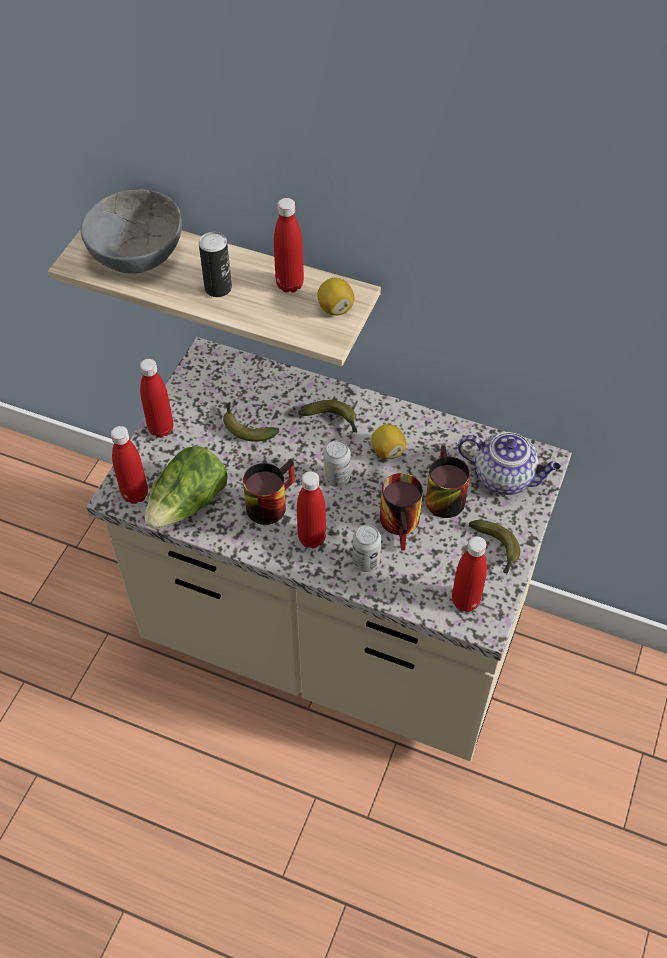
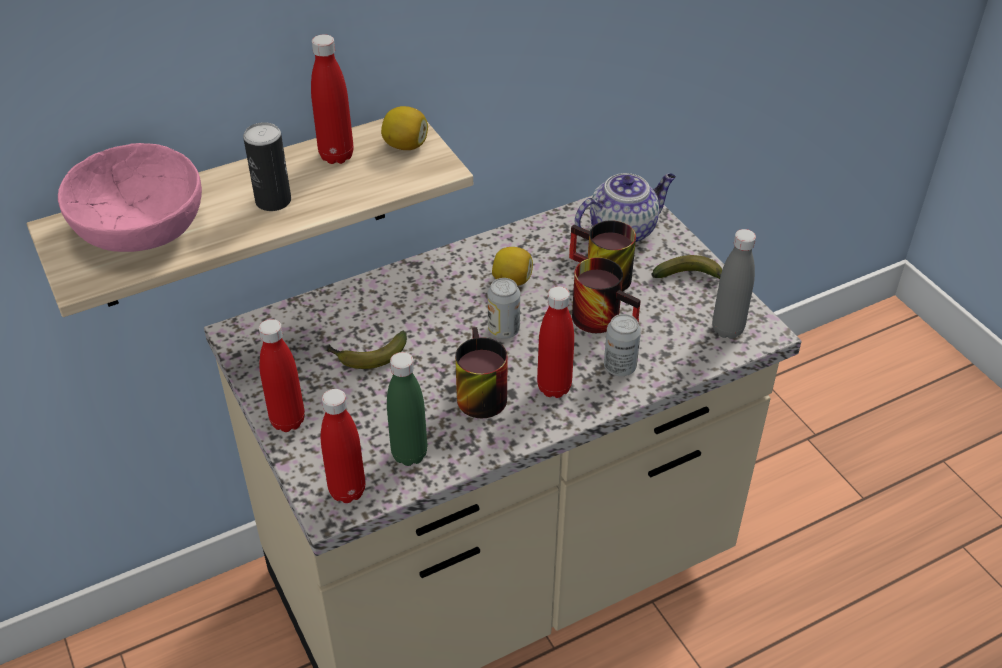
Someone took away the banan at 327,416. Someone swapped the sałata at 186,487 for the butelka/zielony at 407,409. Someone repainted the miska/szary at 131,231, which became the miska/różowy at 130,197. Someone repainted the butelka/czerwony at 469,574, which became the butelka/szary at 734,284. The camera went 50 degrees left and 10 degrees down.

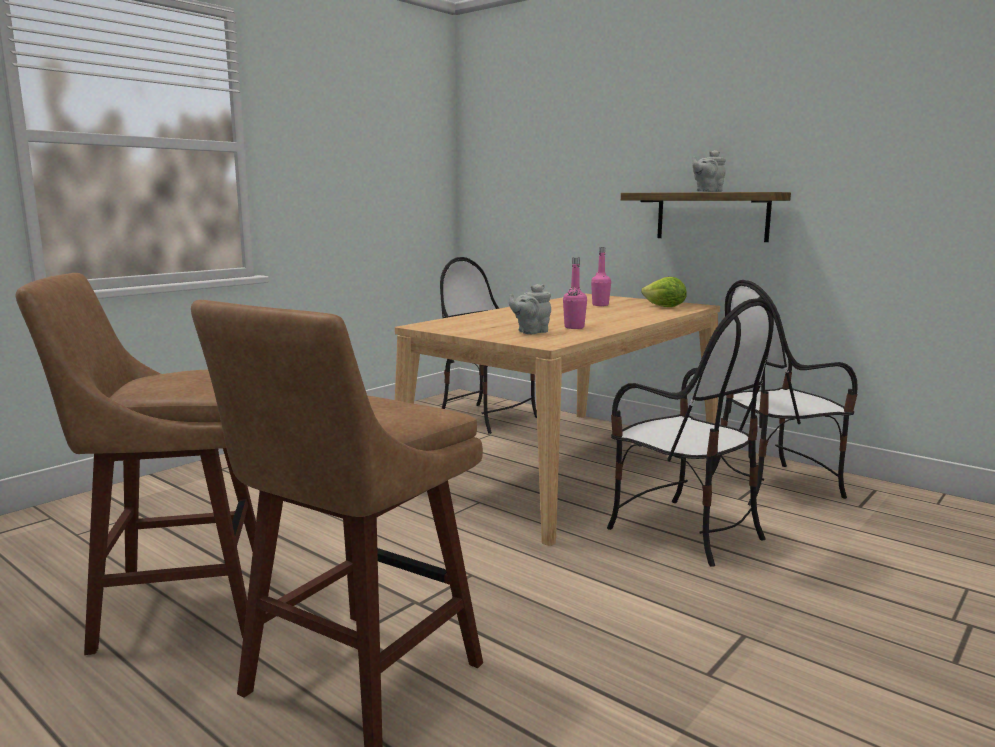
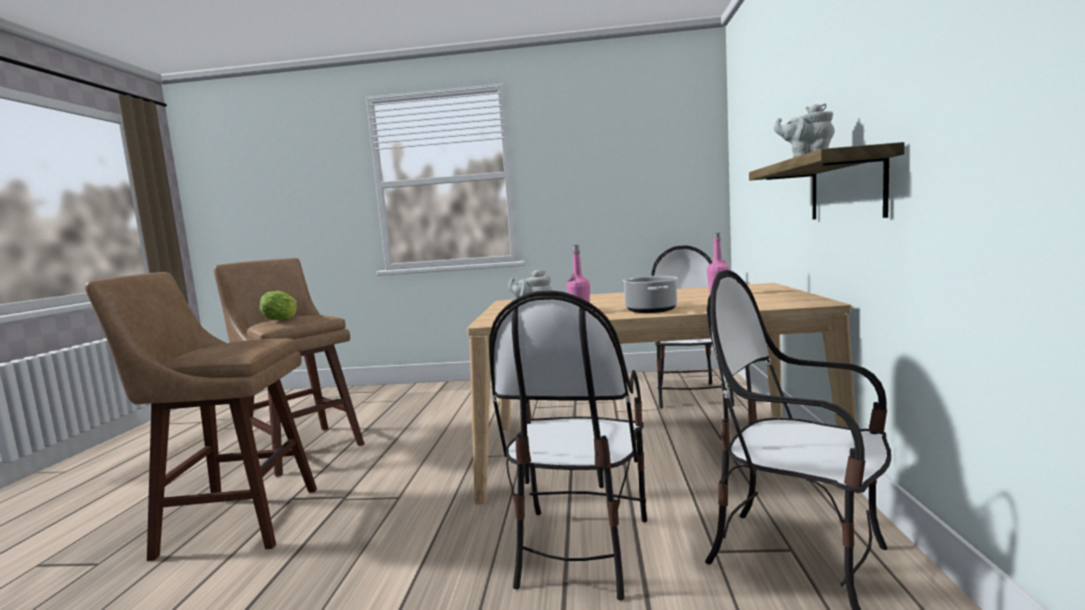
Someone put down the garnek at 650,294. Someone carried the sałata from 664,292 to 278,305. The camera went 55 degrees right and 5 degrees down.

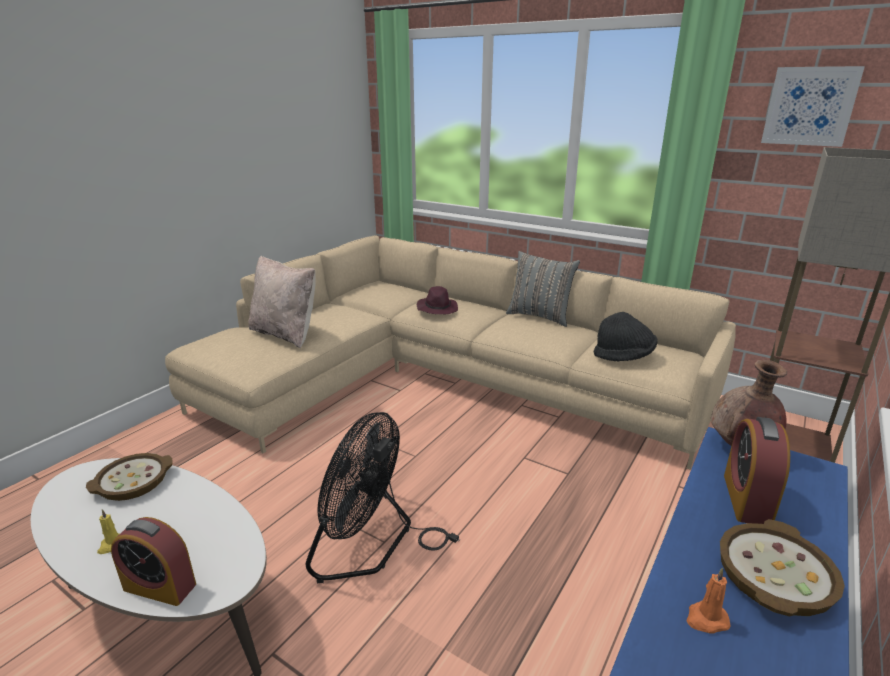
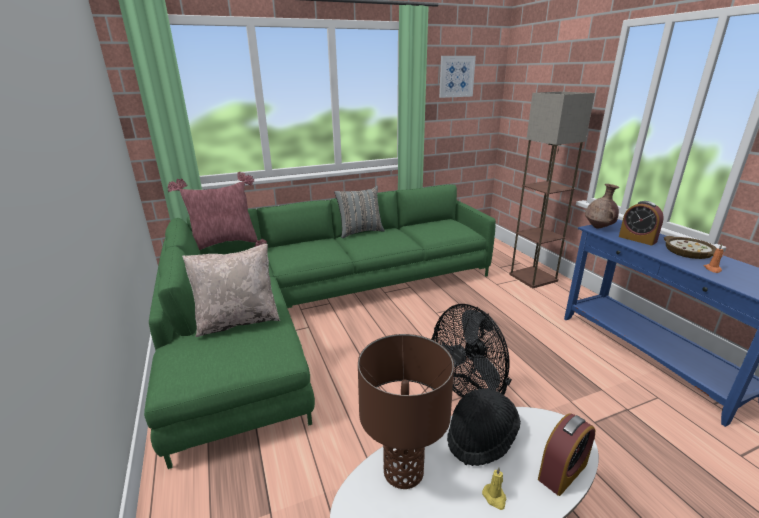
Someone took away the kapelusz/fioletowy at 437,300. Someone put down the poduszka/czerwony at 217,211. Someone carried the kapelusz/czarny from 626,337 to 484,427. Someone swapped the miska at 129,477 for the lampa stołowa/brązowy at 406,411. Someone repainted the kanapa/beżowy at 450,353, which became the kanapa/zielony at 320,326. The camera went 55 degrees left and 0 degrees up.

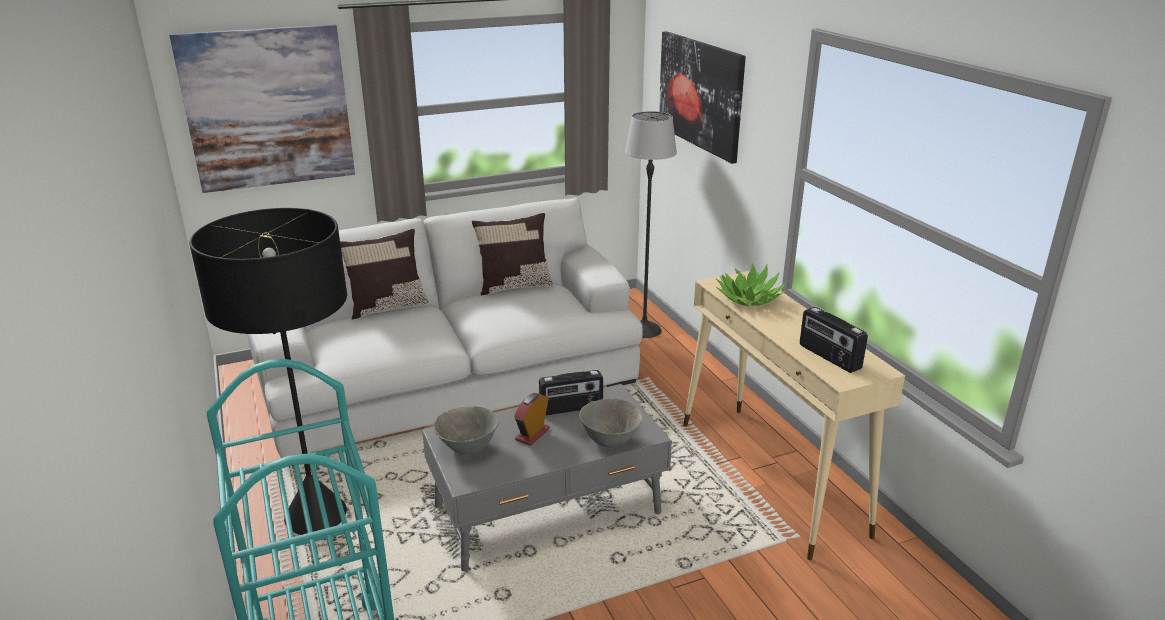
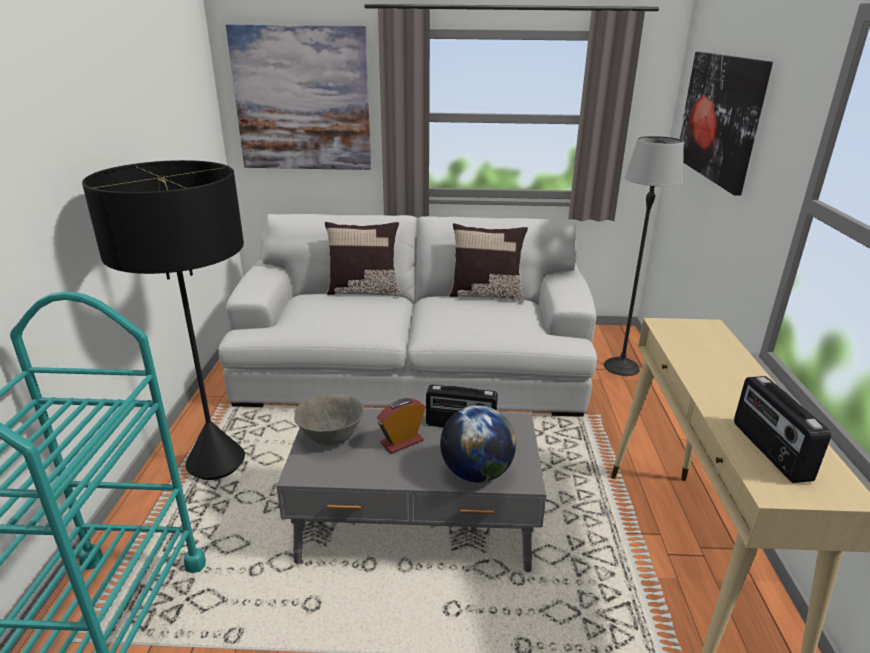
Someone took away the roślina doniczkowa at 751,284. Someone swapped the miska/szary at 610,423 for the globus at 478,444. The camera went 25 degrees right and 0 degrees up.

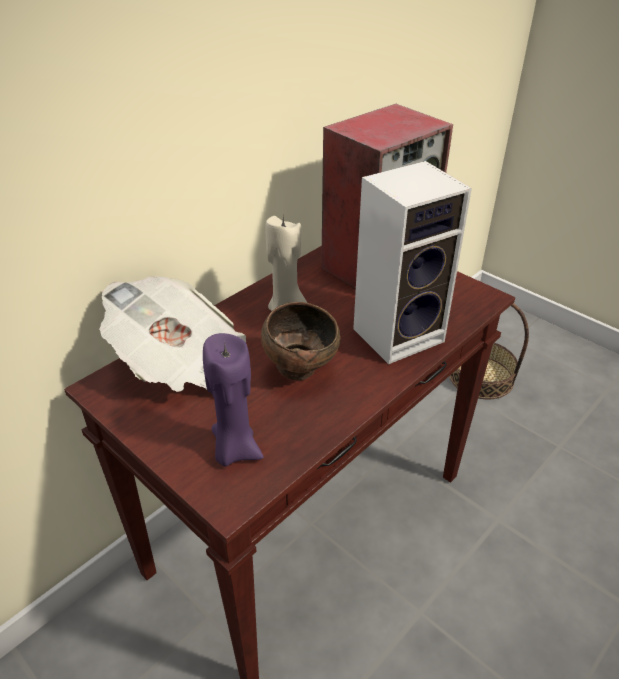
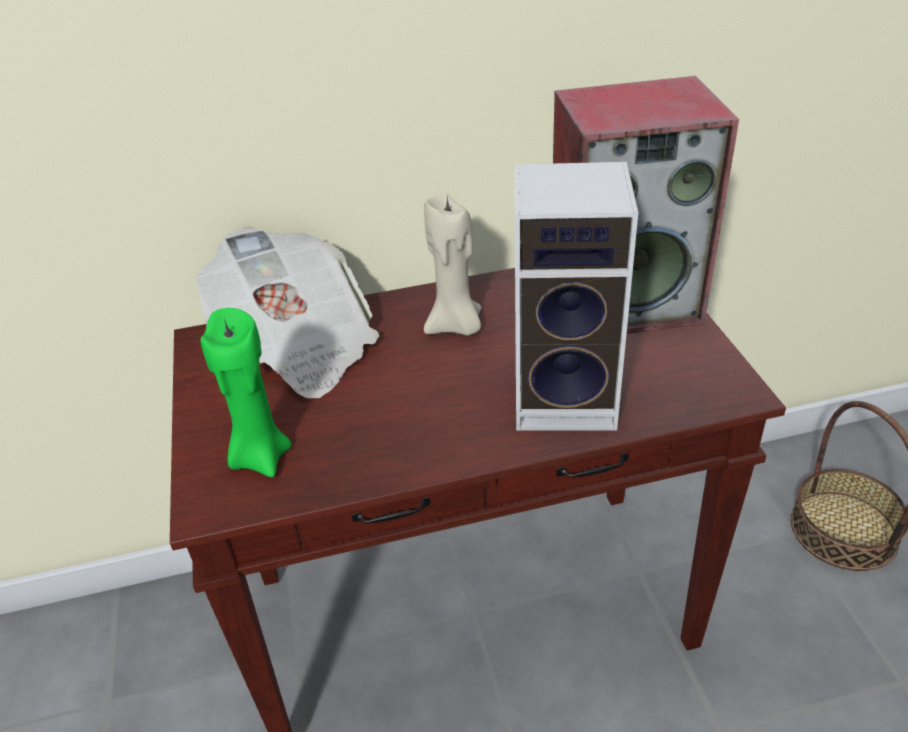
Someone took away the miska/brązowy at 301,341. Someone repainted the świeca/fioletowy at 233,399, which became the świeca/zielony at 246,392. The camera went 35 degrees right and 0 degrees up.

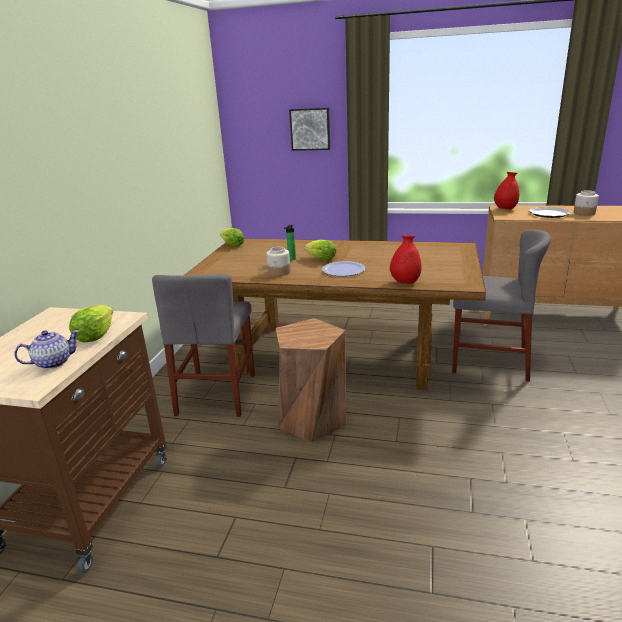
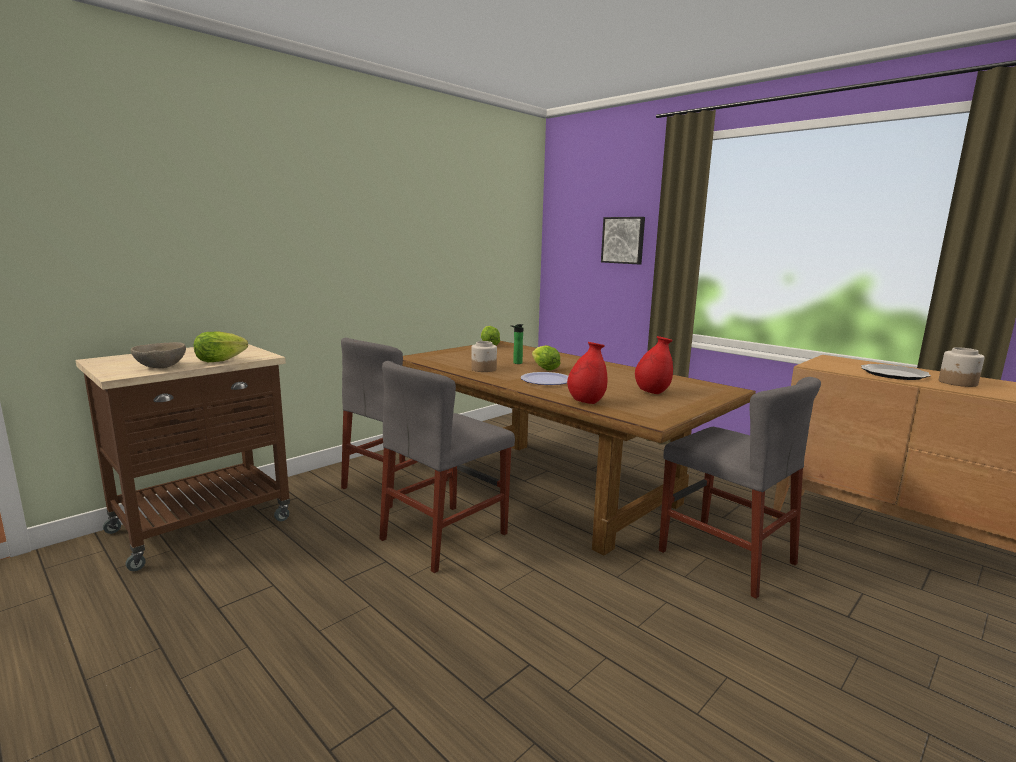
Someone carried the wazon/czerwony from 506,191 to 654,365. Someone swapped the imbryk at 47,349 for the miska/beżowy at 158,355. Someone swapped the stołek/brązowy at 311,380 for the krzesło/szary at 447,467. The camera went 30 degrees right and 10 degrees down.

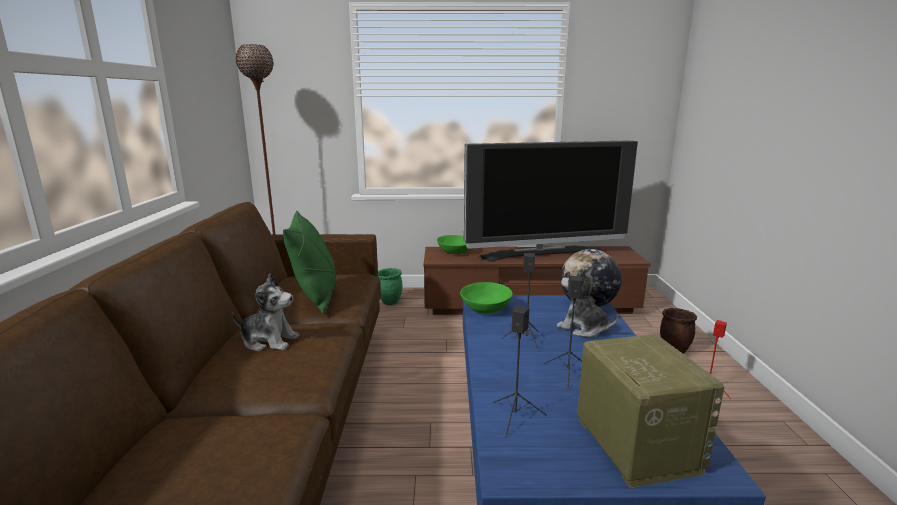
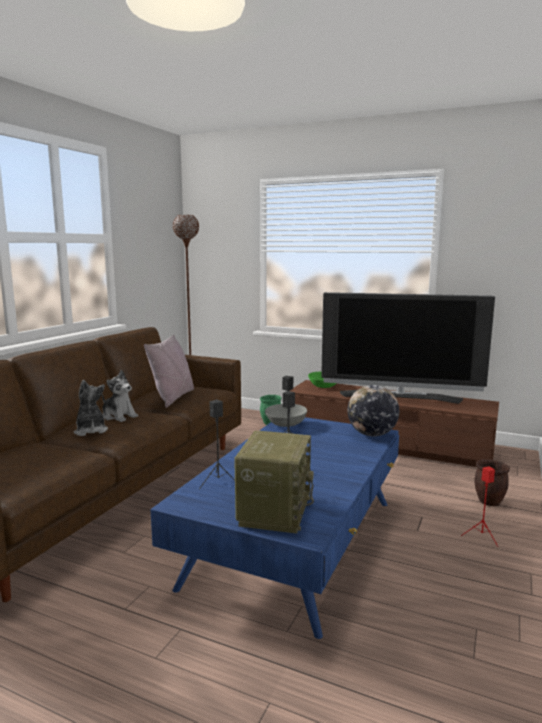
Someone carried the pluszak from 588,303 to 91,408. Someone repainted the poduszka/zielony at 309,262, which became the poduszka/fioletowy at 169,371. Someone repainted the miska/zielony at 486,298, which became the miska/szary at 286,415. The camera went 25 degrees right and 5 degrees down.

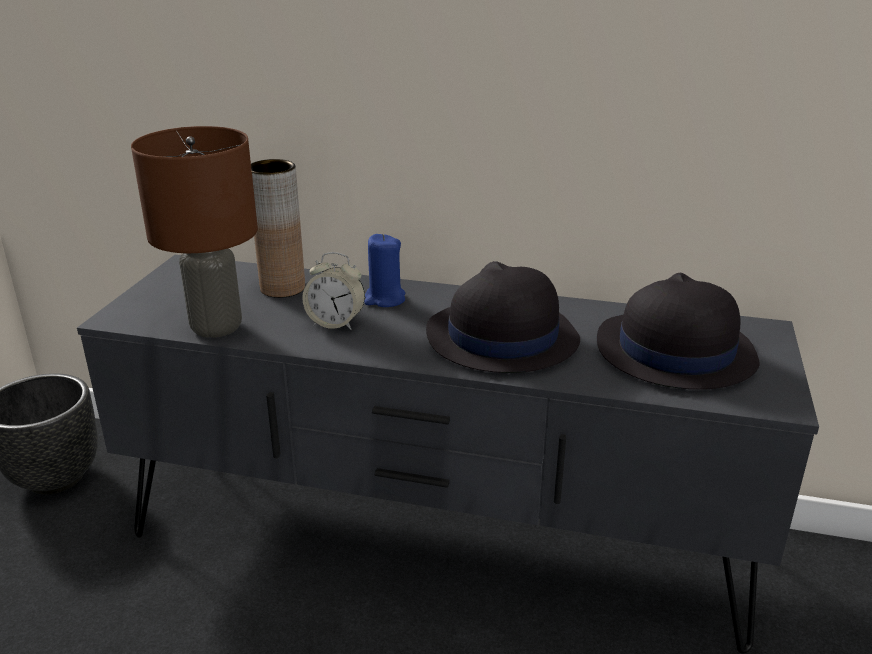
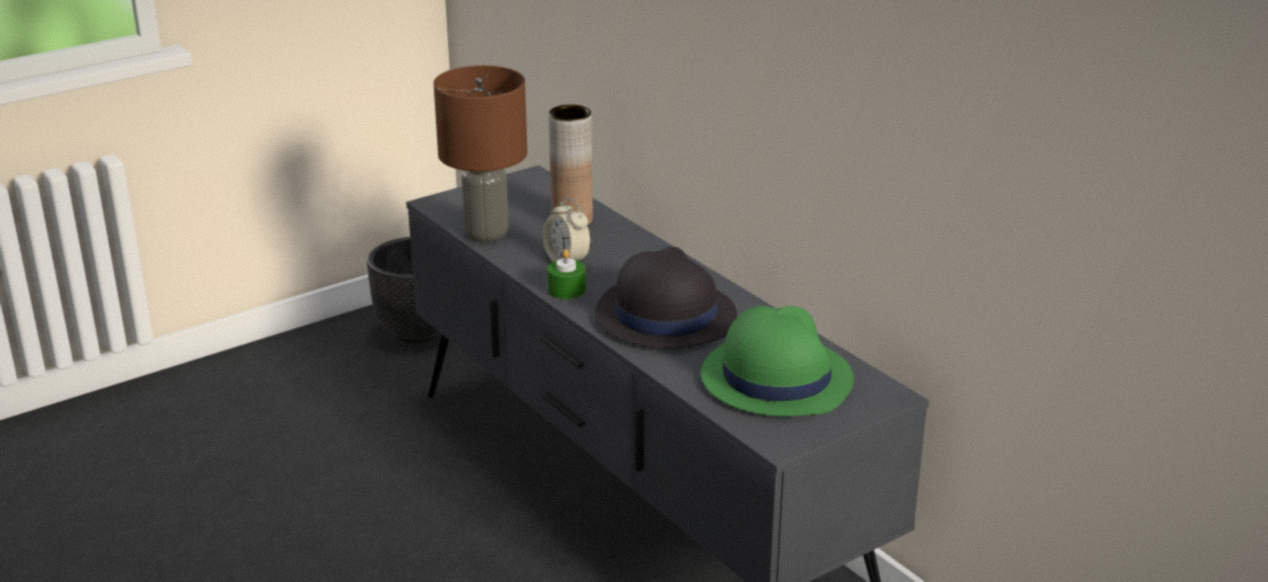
Someone took away the świeca/niebieski at 384,270. Someone put down the świeca/zielony at 566,274. Someone repainted the kapelusz/czarny at 678,331, which became the kapelusz/zielony at 777,361. The camera went 40 degrees right and 0 degrees up.

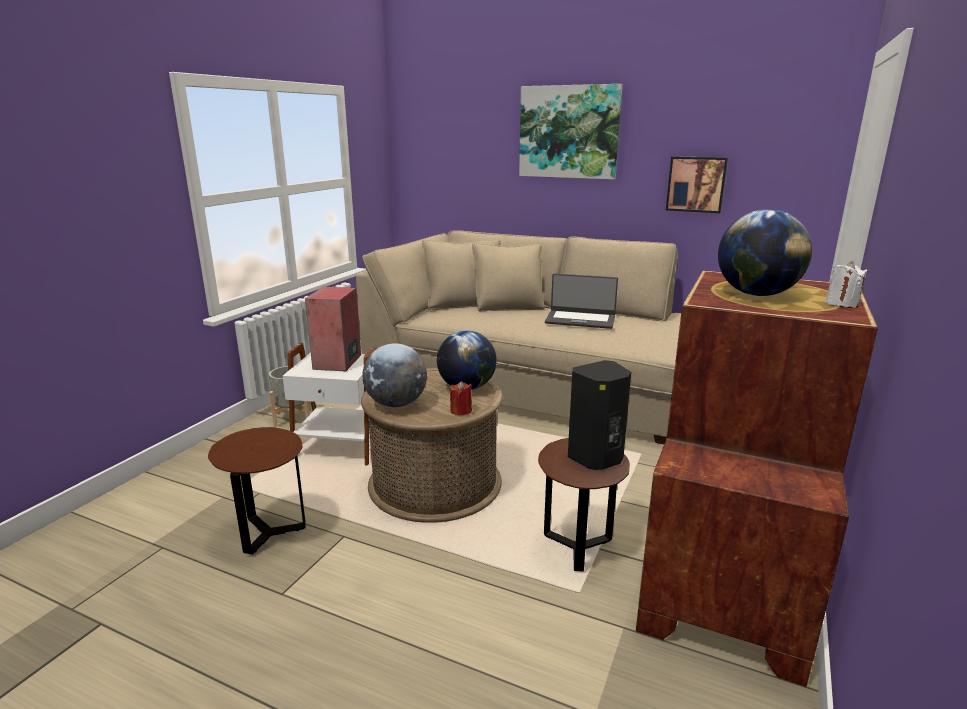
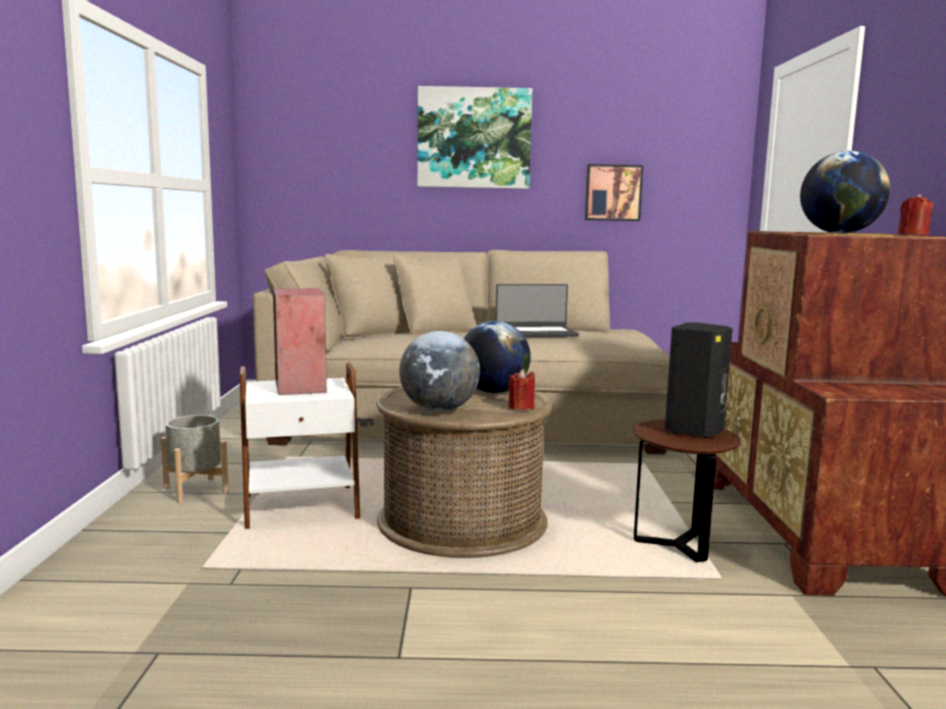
Someone took away the stolik/brązowy at 257,491. Someone repainted the świeca/biały at 846,284, which became the świeca/czerwony at 916,215. The camera went 25 degrees left and 10 degrees down.

